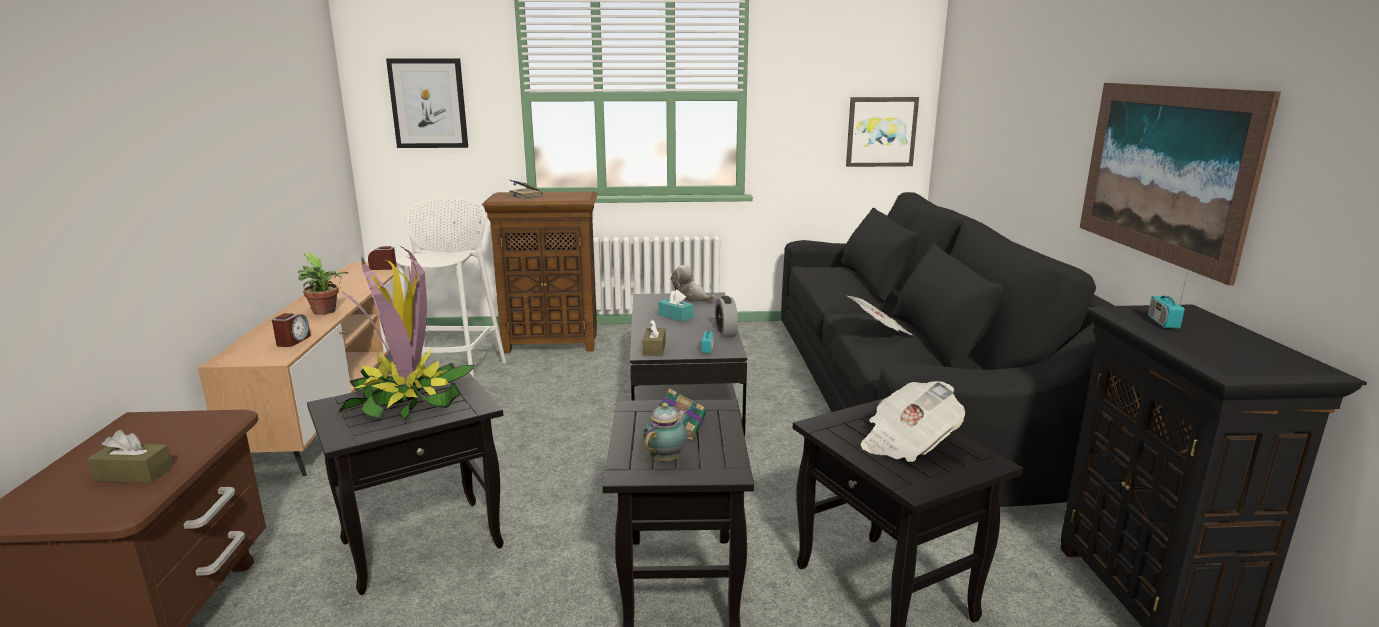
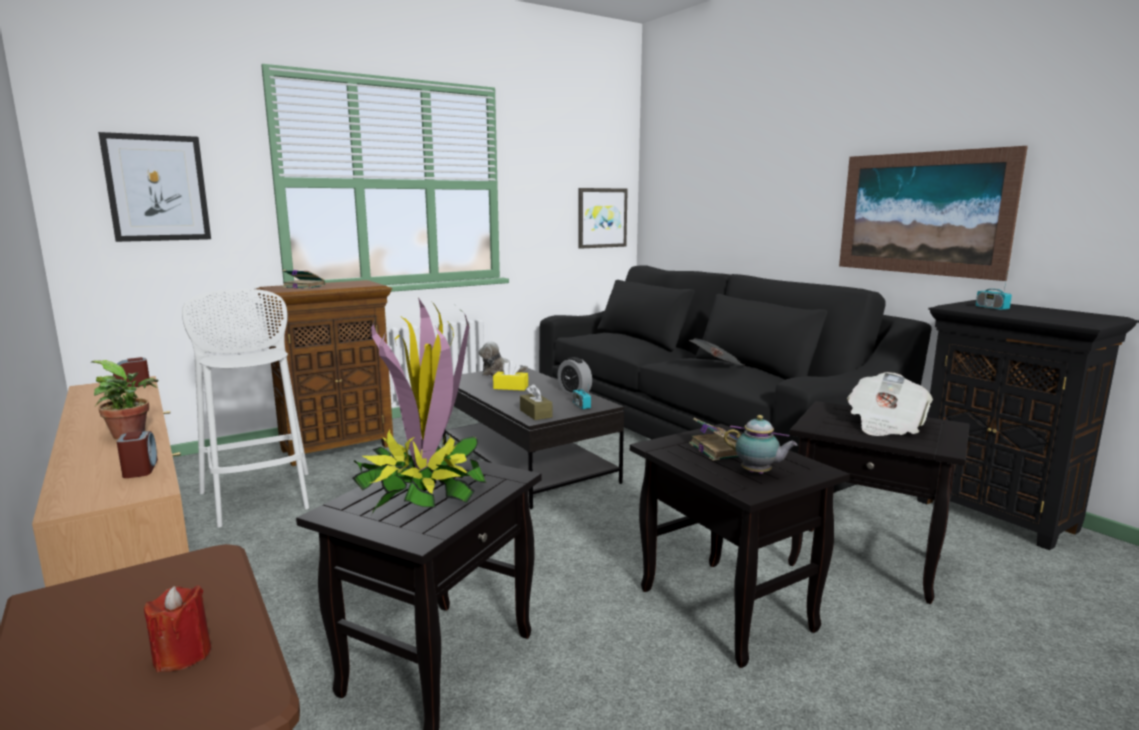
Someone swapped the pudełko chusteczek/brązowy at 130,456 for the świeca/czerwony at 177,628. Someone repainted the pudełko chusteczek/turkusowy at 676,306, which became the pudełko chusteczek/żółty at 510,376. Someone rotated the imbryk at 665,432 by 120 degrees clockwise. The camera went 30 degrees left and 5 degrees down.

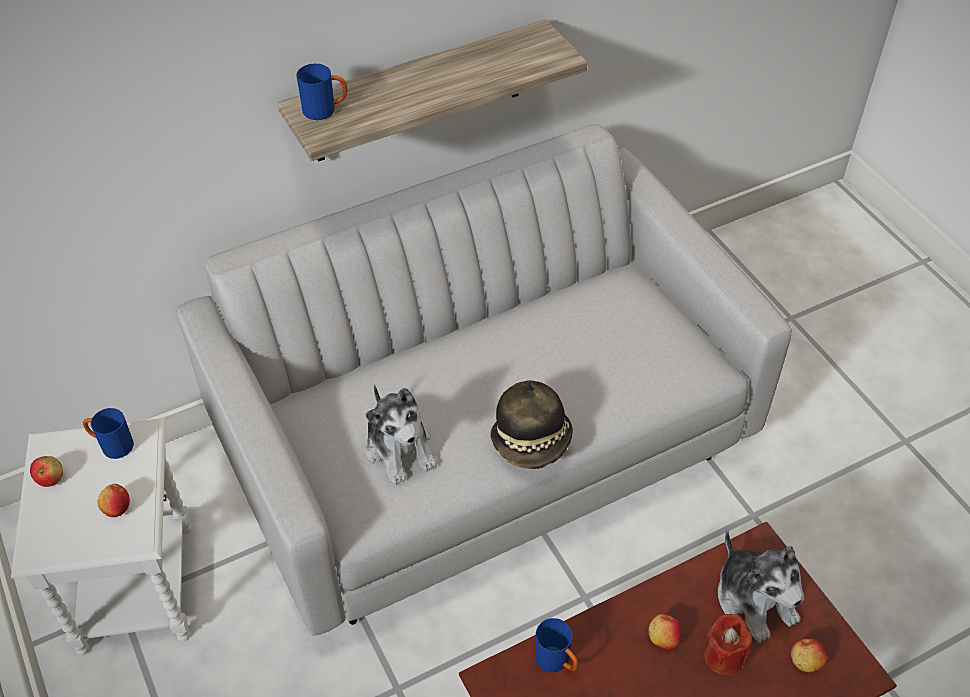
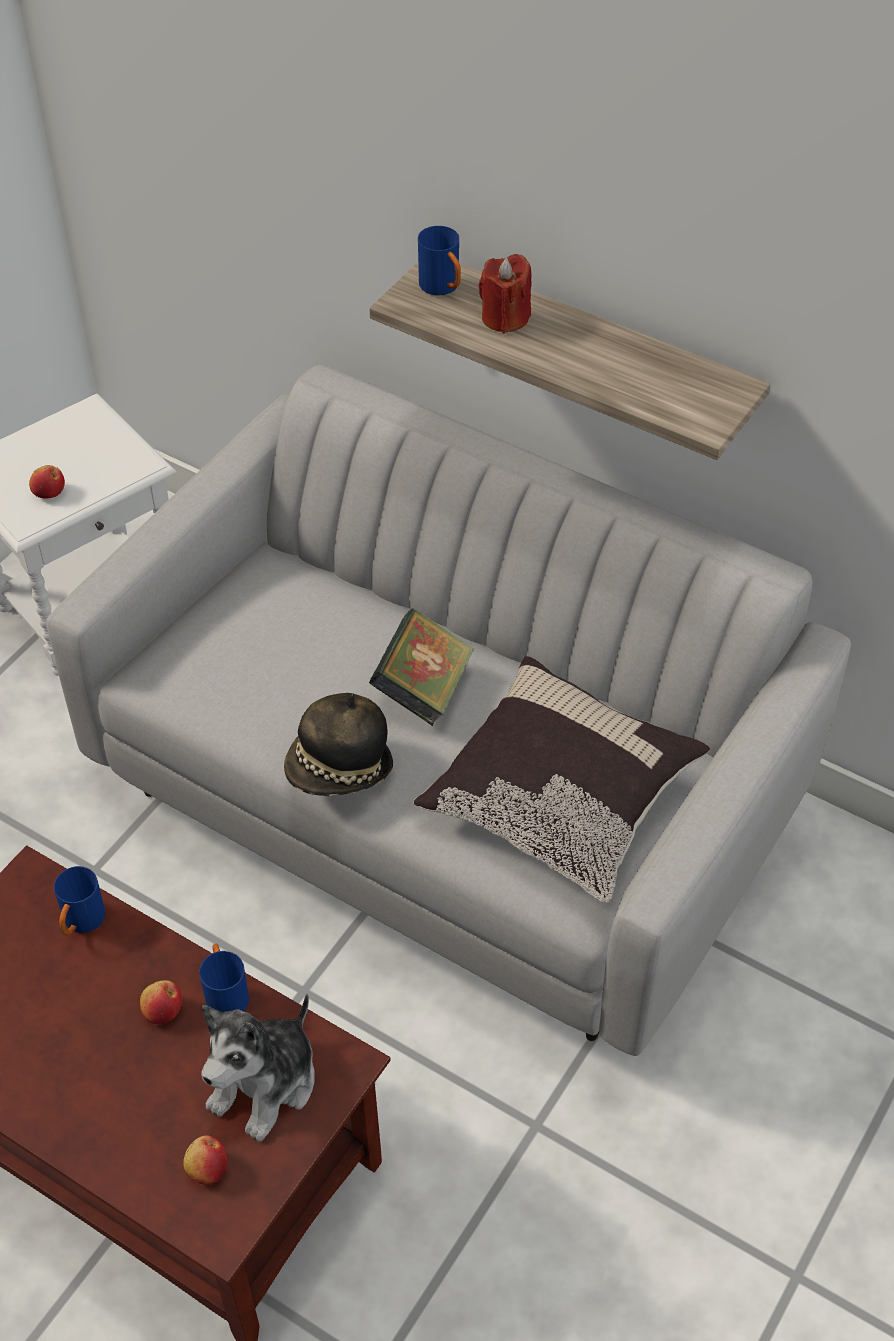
Someone took away the jabłko at 46,471. Someone took away the pluszak at 401,434. Someone put down the książka at 421,667. Someone put down the poduszka at 561,779. Someone carried the kubek/niebieski from 108,433 to 224,978. Someone carried the świeca/czerwony from 728,644 to 505,293. The camera went 60 degrees right and 0 degrees up.

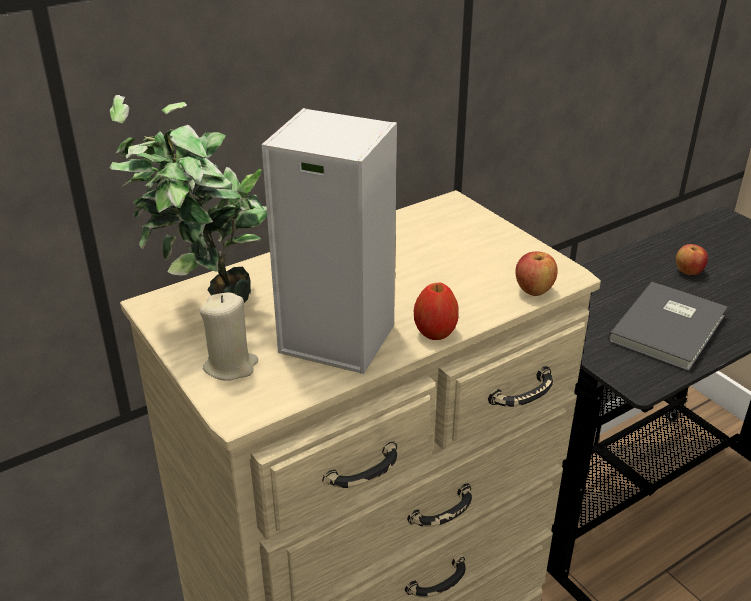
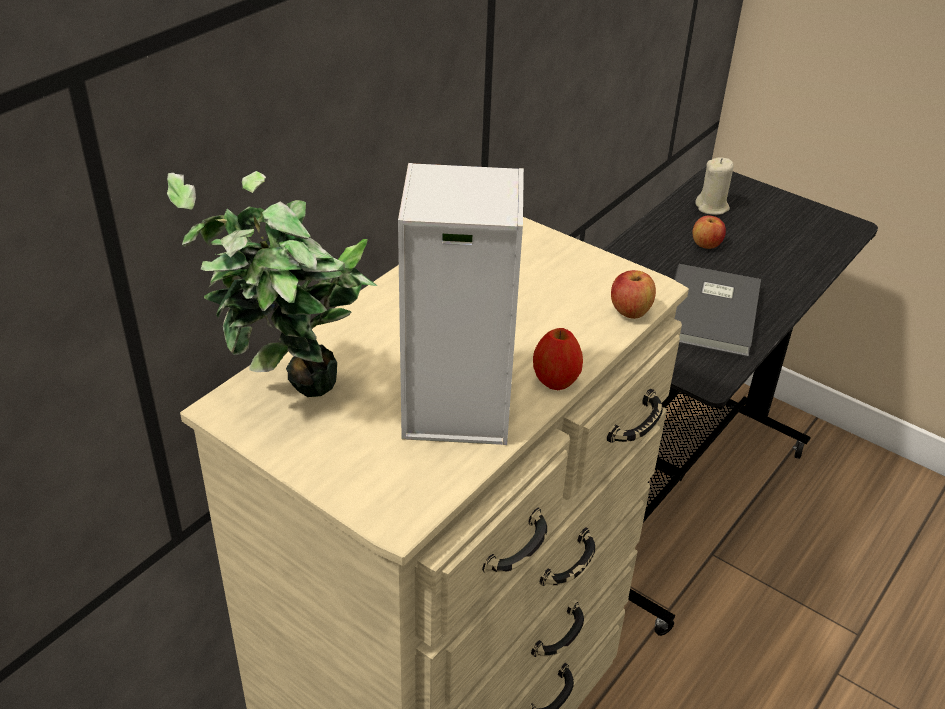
Someone carried the świeca/beżowy from 229,336 to 714,186. The camera went 20 degrees left and 5 degrees up.

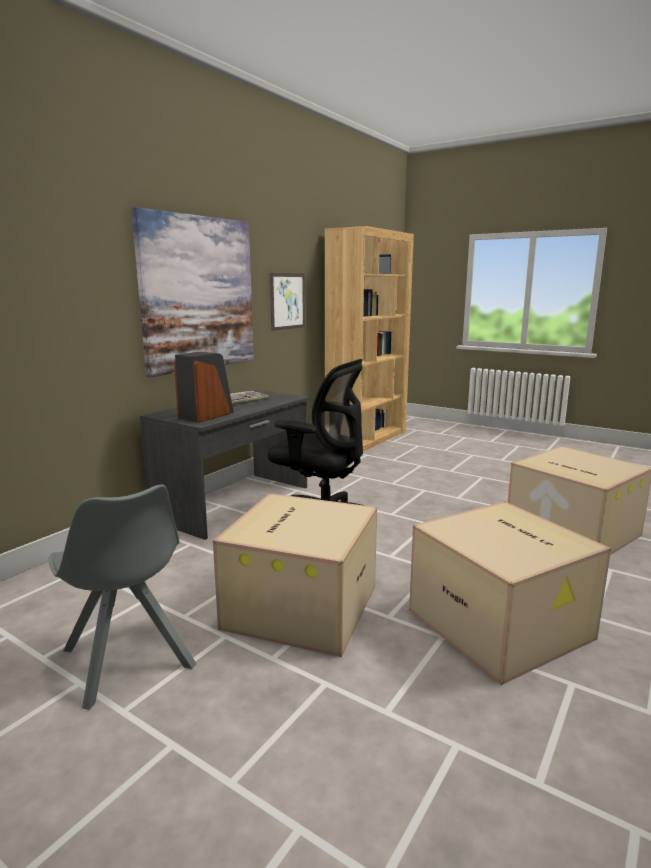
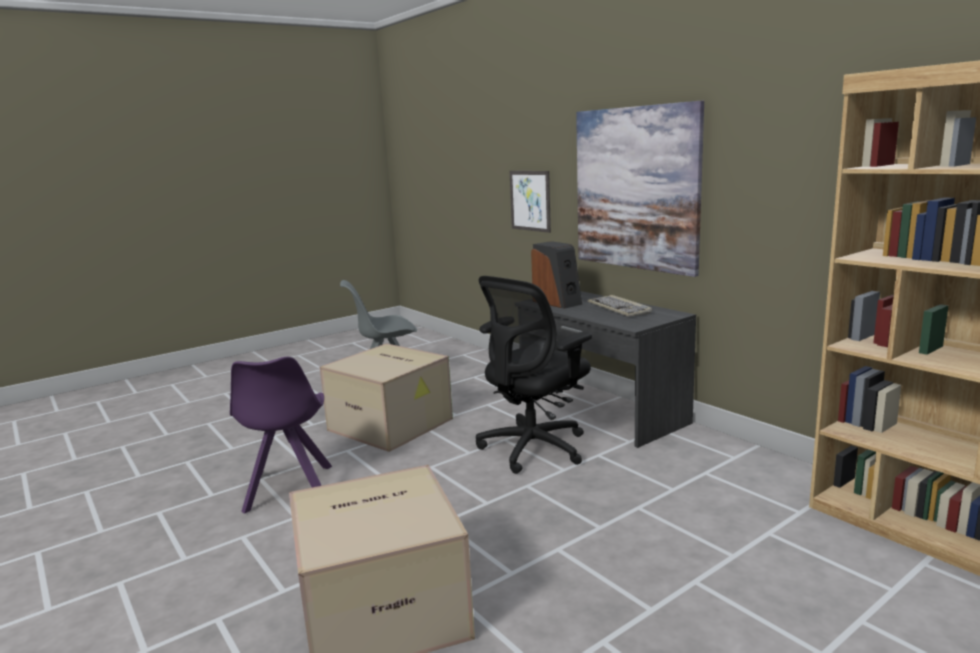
Someone carried the obraz from 287,302 to 530,202. Someone swapped the karton at 510,593 for the krzesło/fioletowy at 281,435. The camera went 110 degrees right and 0 degrees up.

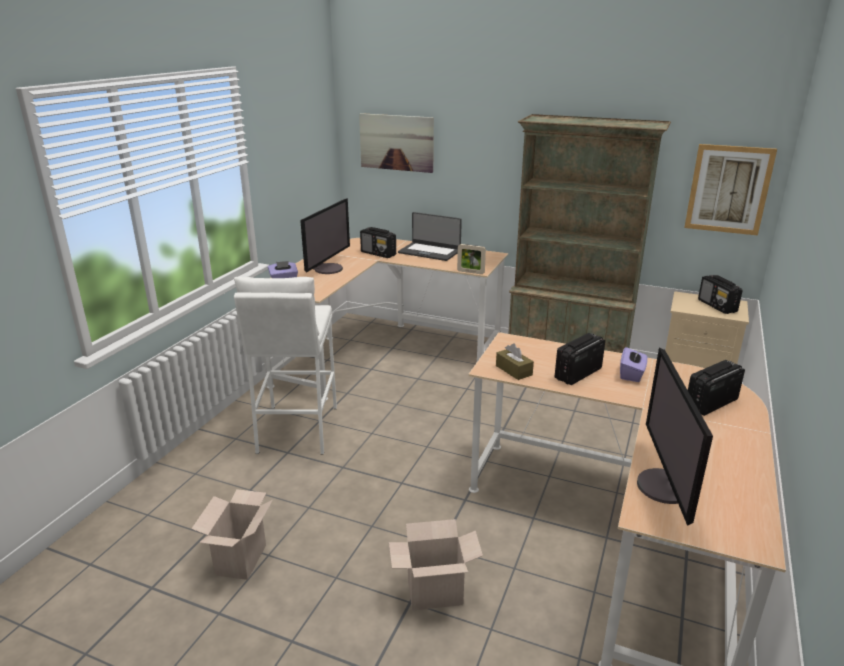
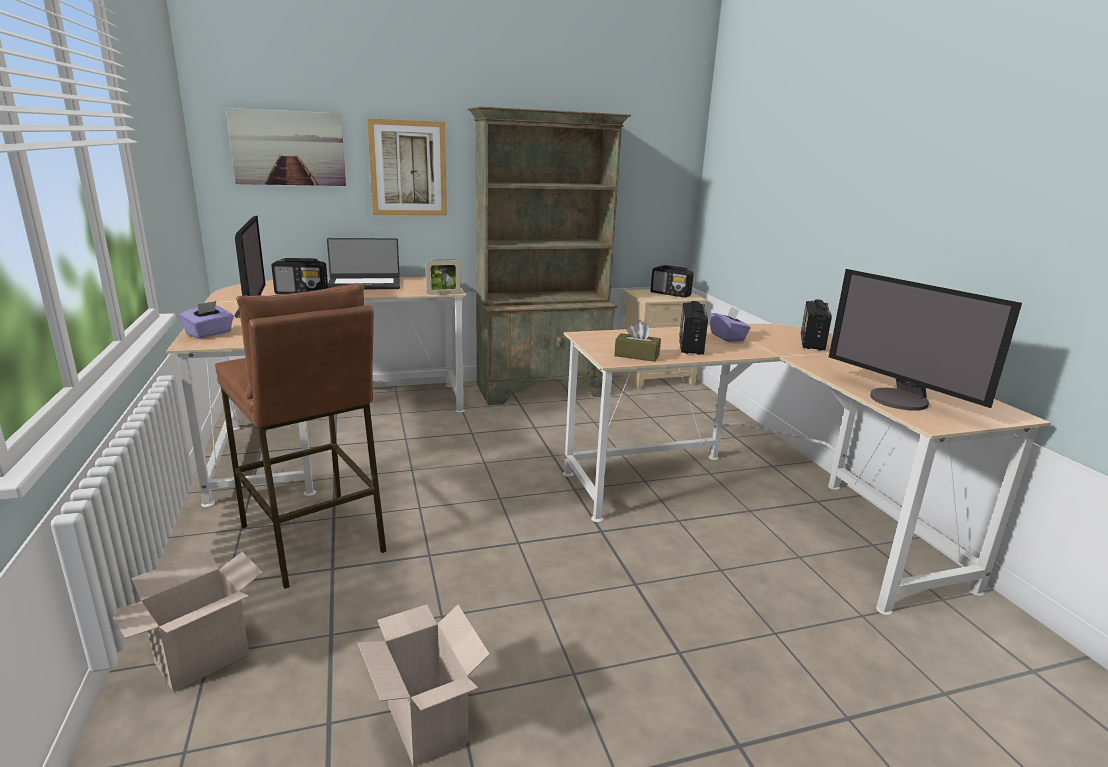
Someone carried the karton from 436,564 to 188,620. Someone carried the obraz from 730,189 to 407,167. Someone repainted the stołek/biały at 285,365, which became the stołek/brązowy at 301,436. The camera went 40 degrees left and 5 degrees down.

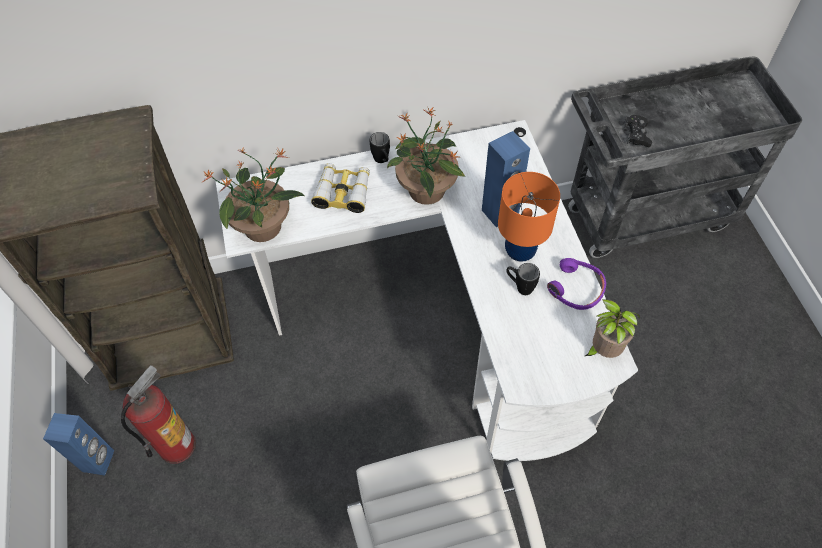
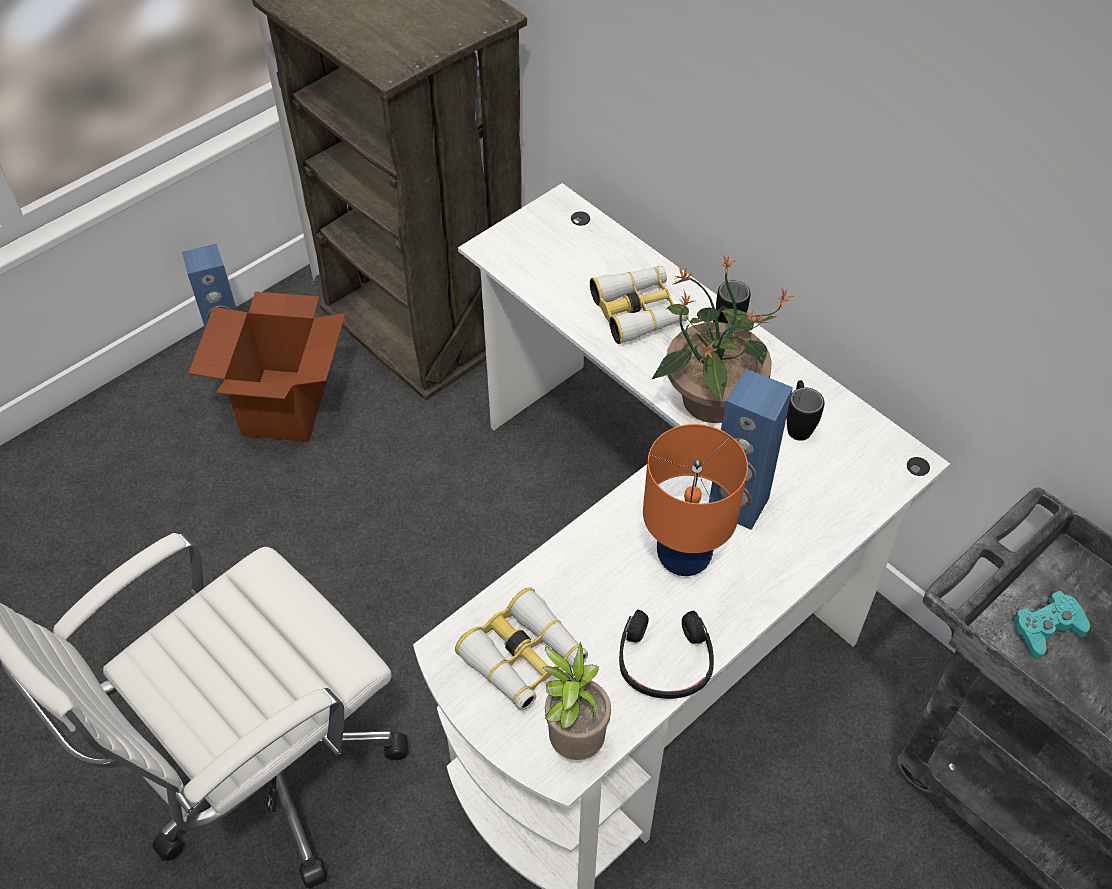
Someone took away the roślina doniczkowa at 253,195. Someone put down the lornetka at 521,649. Someone carried the kubek/czarny from 523,279 to 805,410. Someone swapped the gaśnica at 158,414 for the karton at 267,366. Someone repainted the słuchawki/fioletowy at 576,284, which became the słuchawki/czarny at 666,654. Someone repainted the pad do gier/czarny at 638,131, which became the pad do gier/turkusowy at 1050,625. The camera went 60 degrees right and 5 degrees down.

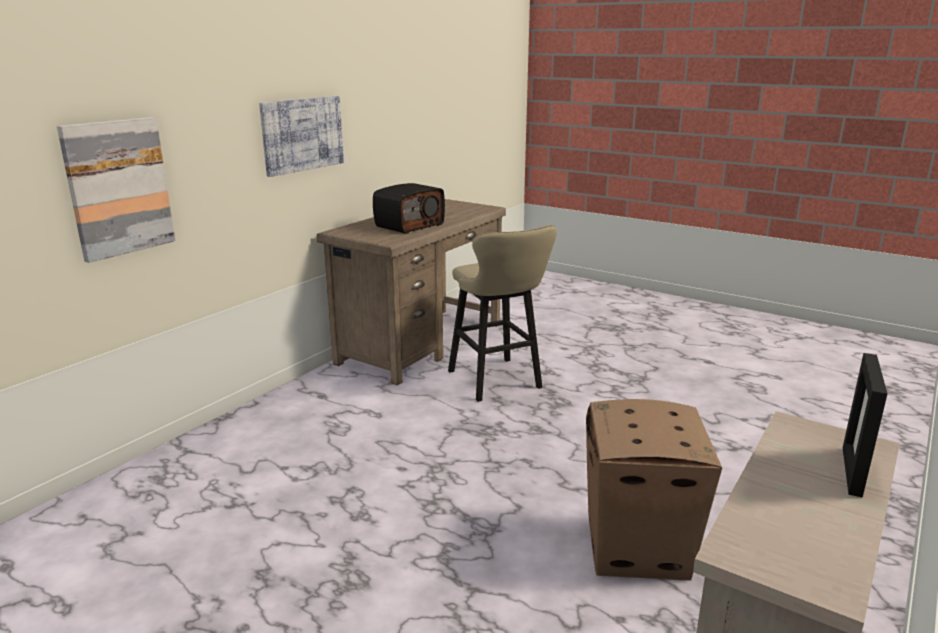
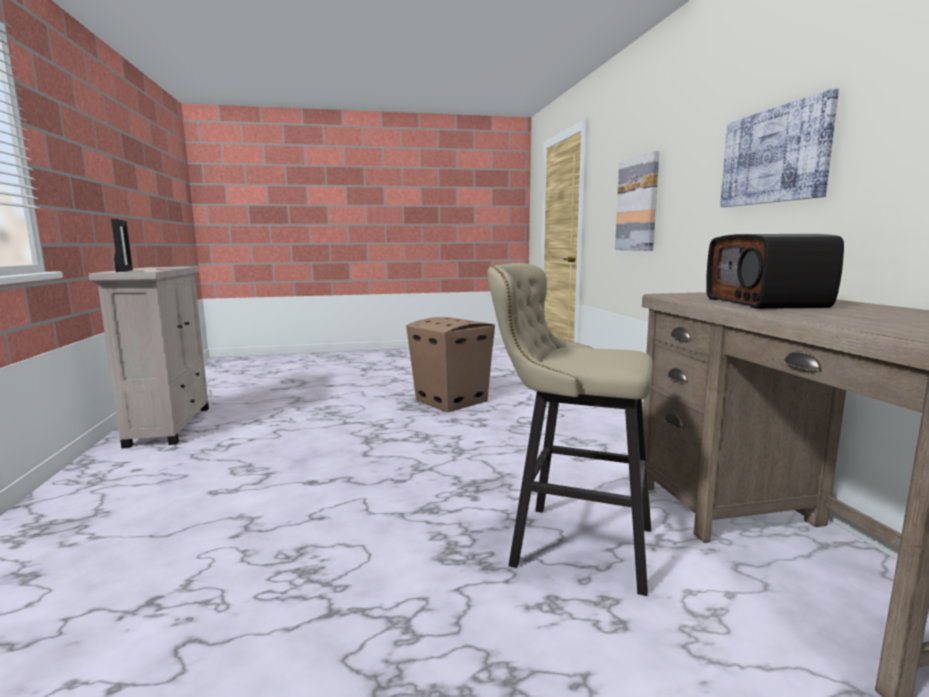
Someone carried the karton from 654,490 to 450,364. The camera went 135 degrees right and 10 degrees down.

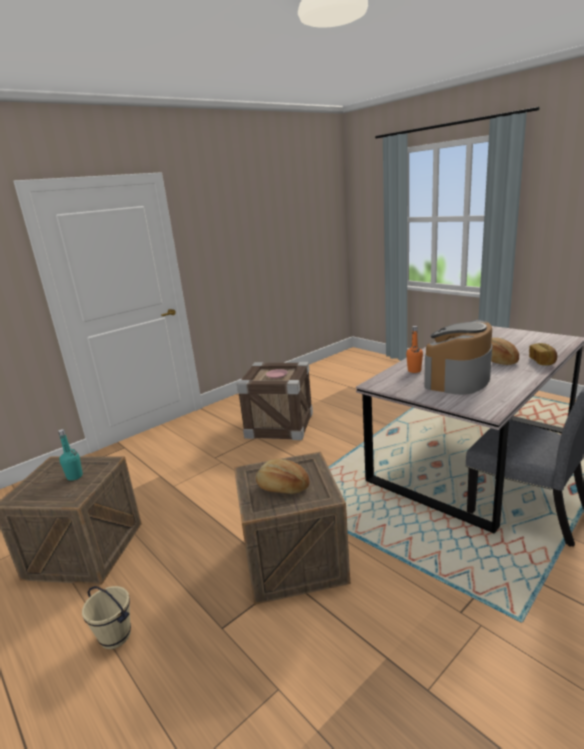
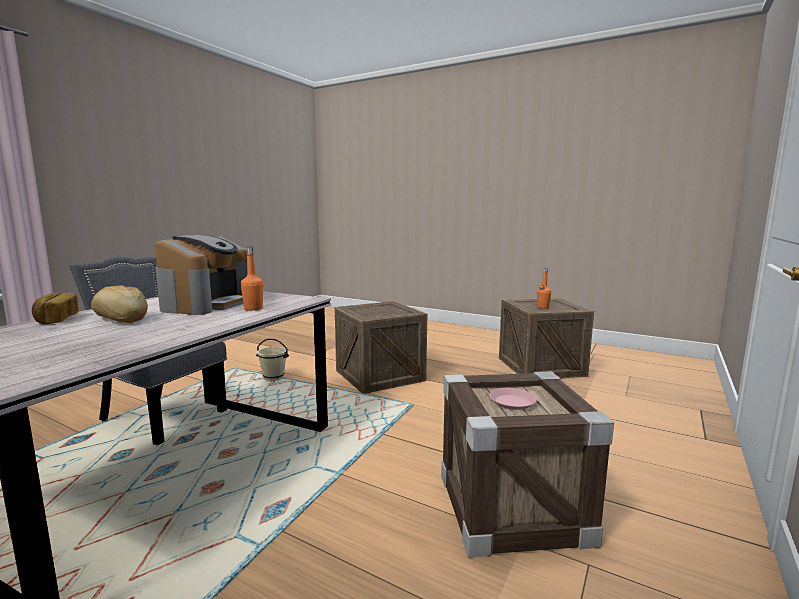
Someone took away the chleb at 283,476. Someone carried the wiadro/beżowy from 106,617 to 272,359. Someone repainted the butelka/turkusowy at 70,455, which became the butelka/pomarańczowy at 544,288. The camera went 160 degrees right and 10 degrees down.

